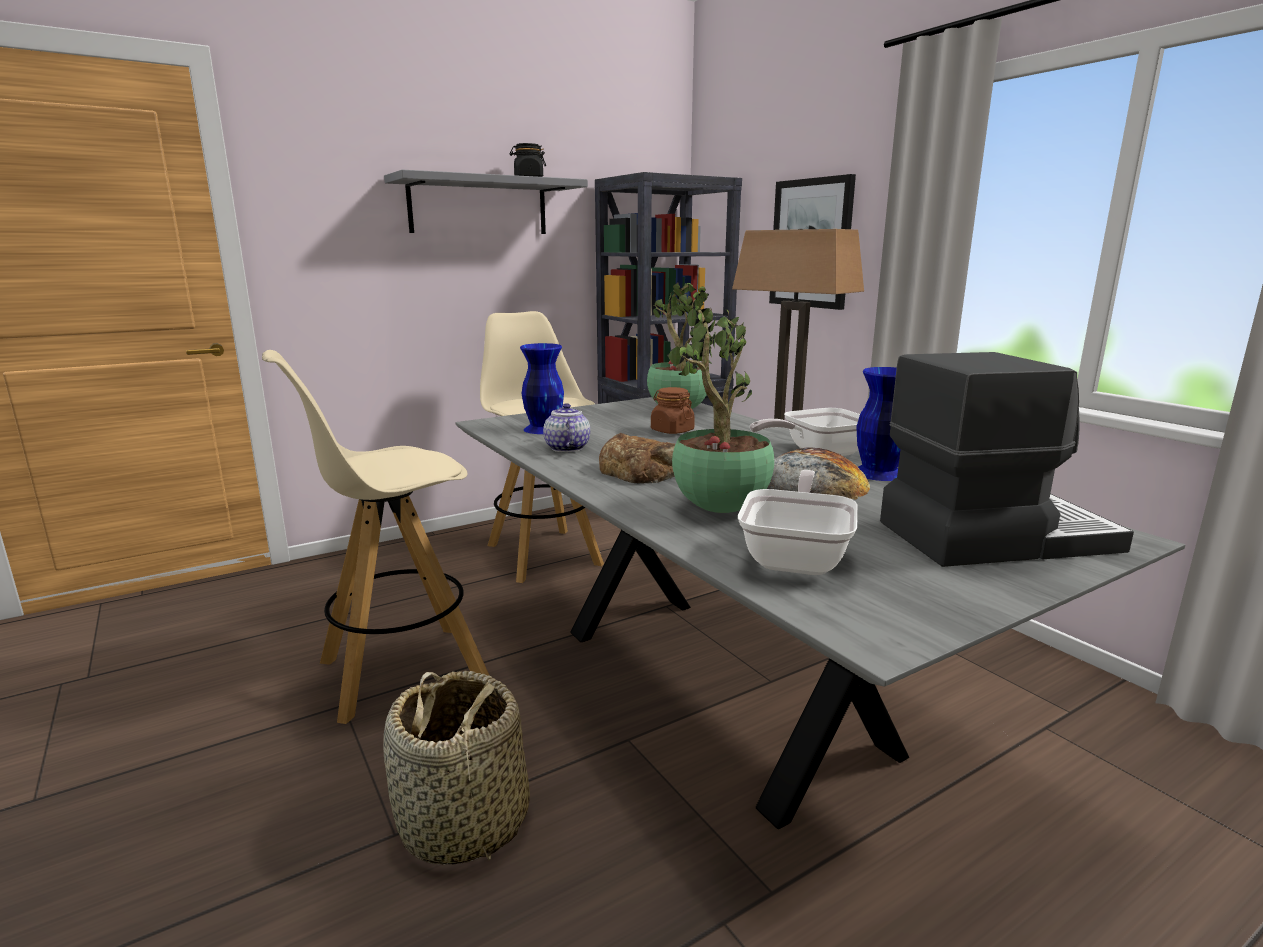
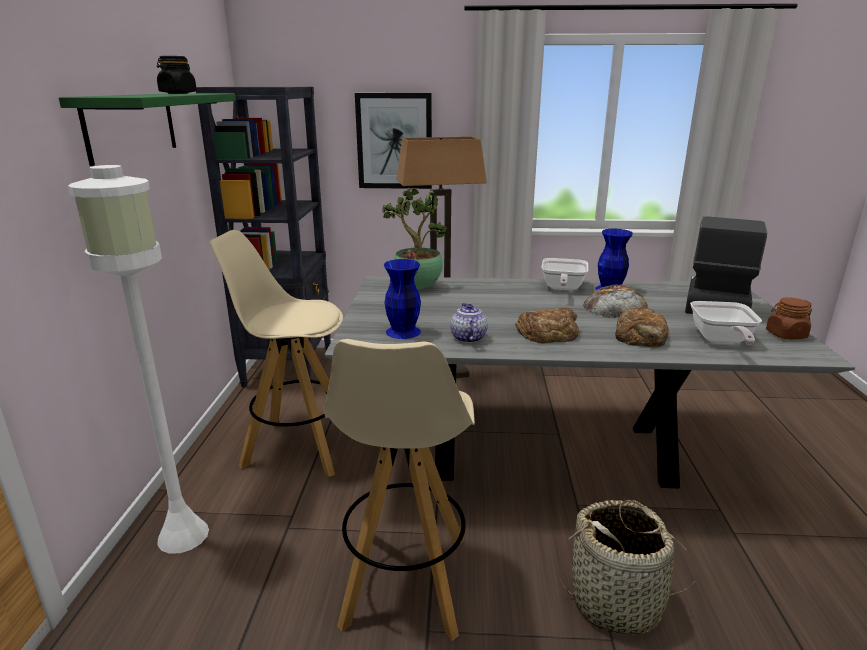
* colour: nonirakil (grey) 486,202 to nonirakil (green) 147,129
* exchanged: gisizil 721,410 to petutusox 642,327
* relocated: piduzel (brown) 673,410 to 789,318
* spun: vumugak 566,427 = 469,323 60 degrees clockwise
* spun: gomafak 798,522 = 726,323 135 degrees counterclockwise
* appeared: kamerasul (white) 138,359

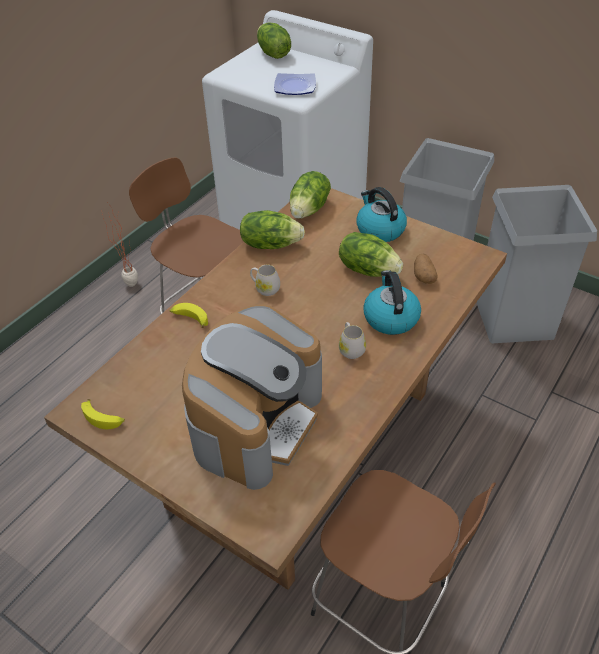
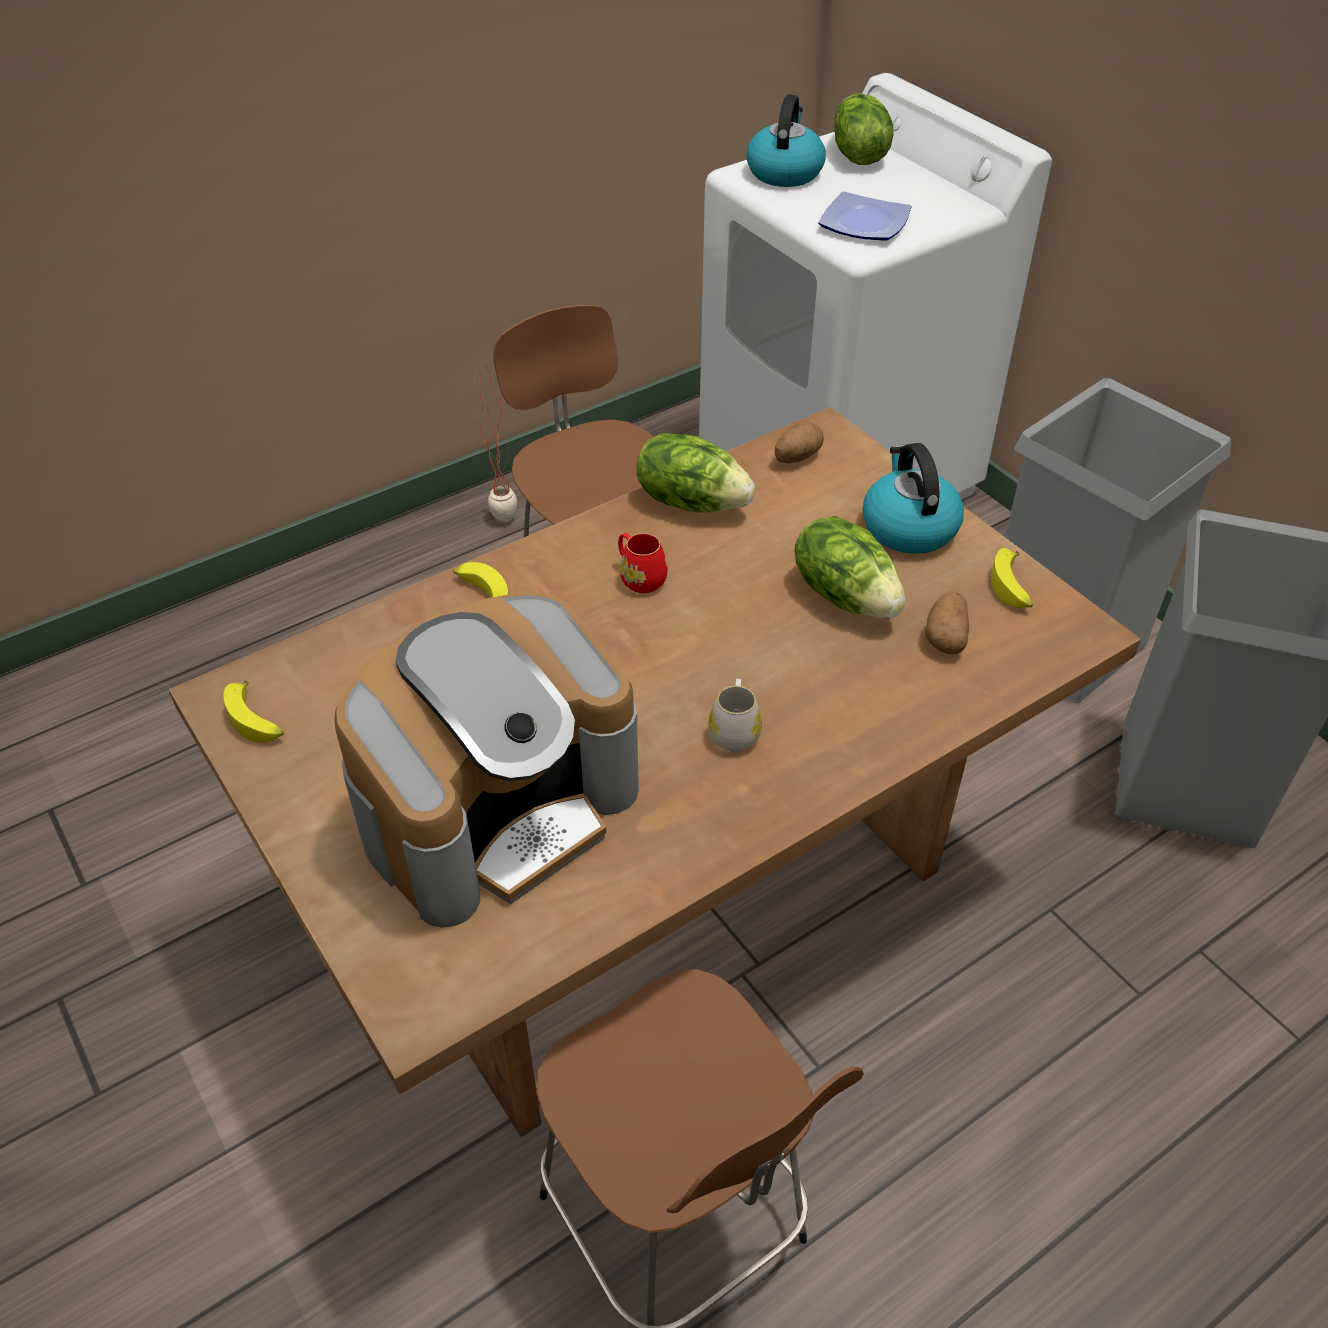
* exchanged: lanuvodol 310,195 to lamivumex 799,442
* colour: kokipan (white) 265,280 to kokipan (red) 643,563
* relocated: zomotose 392,302 to 786,140
* appeared: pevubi 1012,578

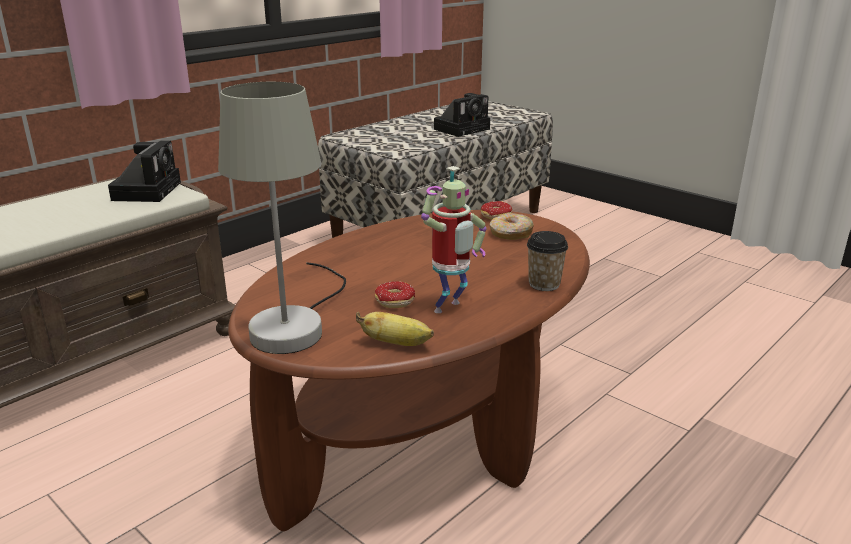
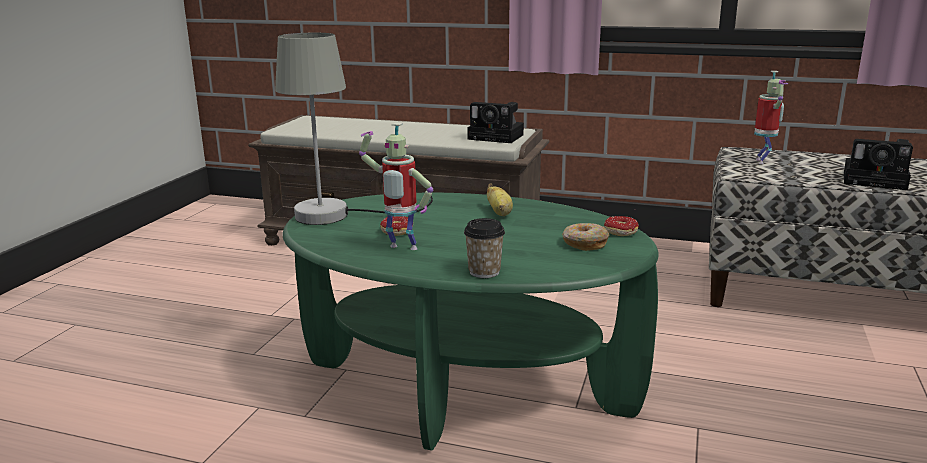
* spun: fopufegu 144,171 = 495,122 45 degrees clockwise
* colour: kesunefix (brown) 409,370 to kesunefix (green) 470,322
* relocated: pevubi 395,329 to 500,199
* appeared: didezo 771,118

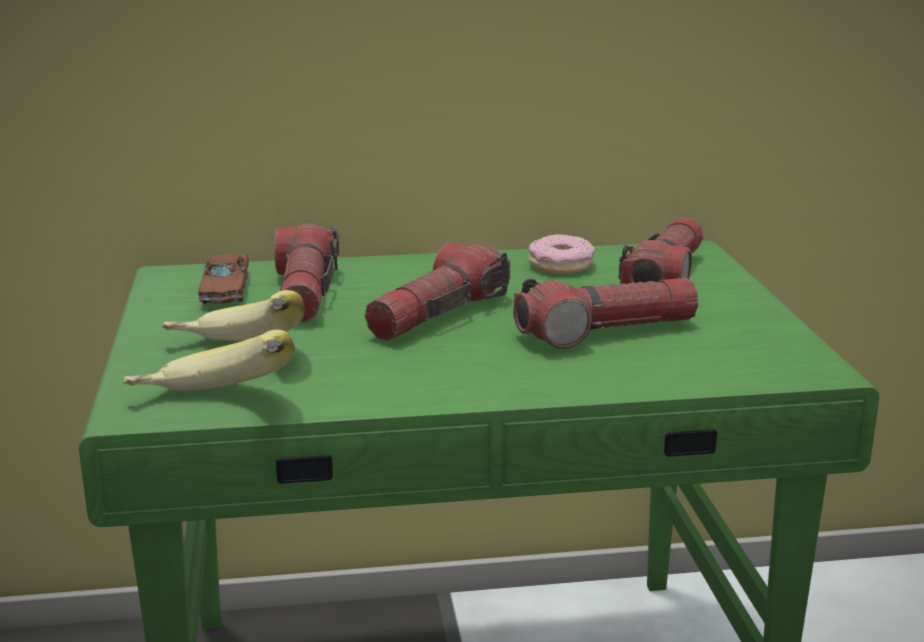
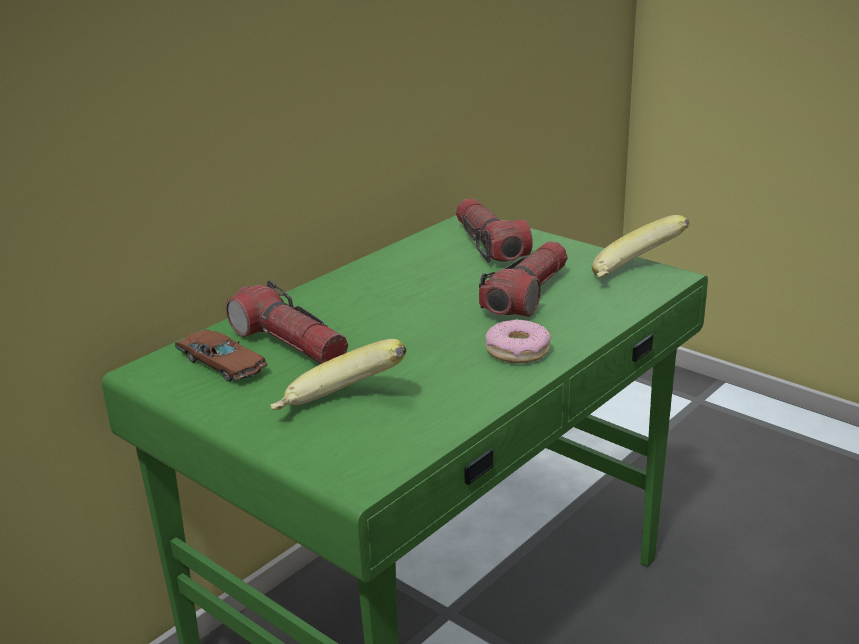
* relocated: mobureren 561,254 to 518,341
* missing: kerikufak 437,292
* relocated: pevubi 208,360 to 640,246

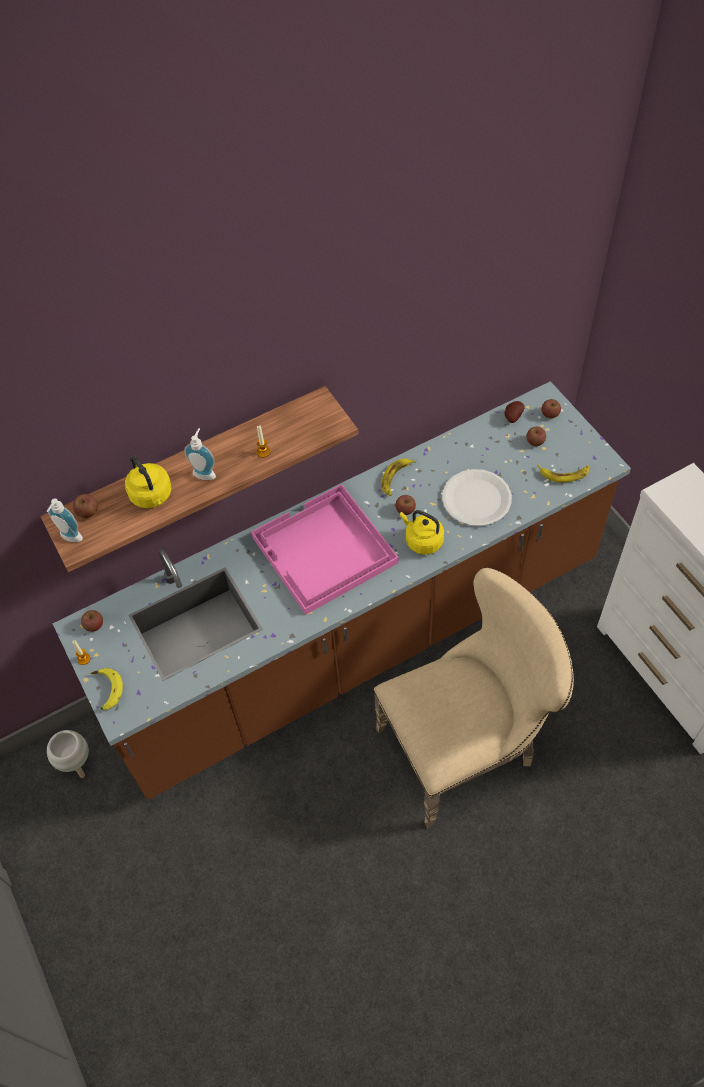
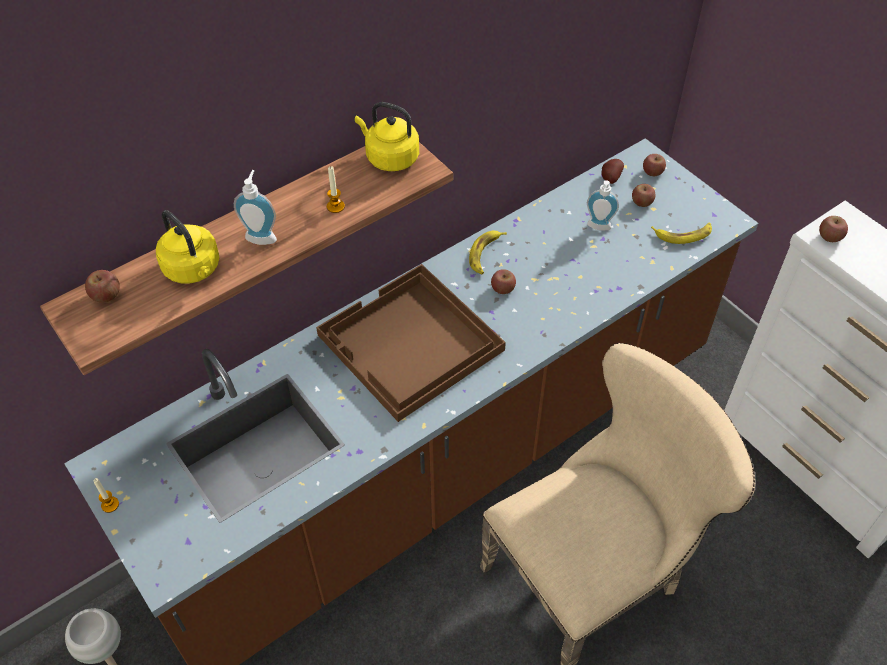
* missing: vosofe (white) 477,497
* colour: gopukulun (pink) 325,549 to gopukulun (brown) 411,343
* relocated: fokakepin 65,520 to 603,205
* relocated: zomotose (yellow) 422,532 to 387,136
* relocated: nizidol 92,621 to 833,229
* missing: pevubi 106,689

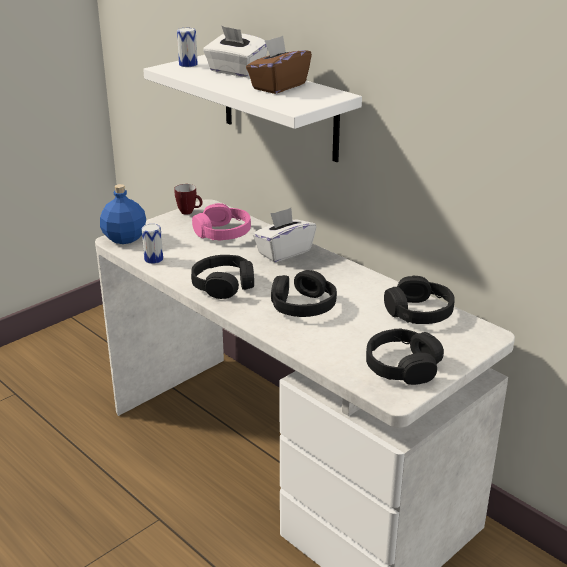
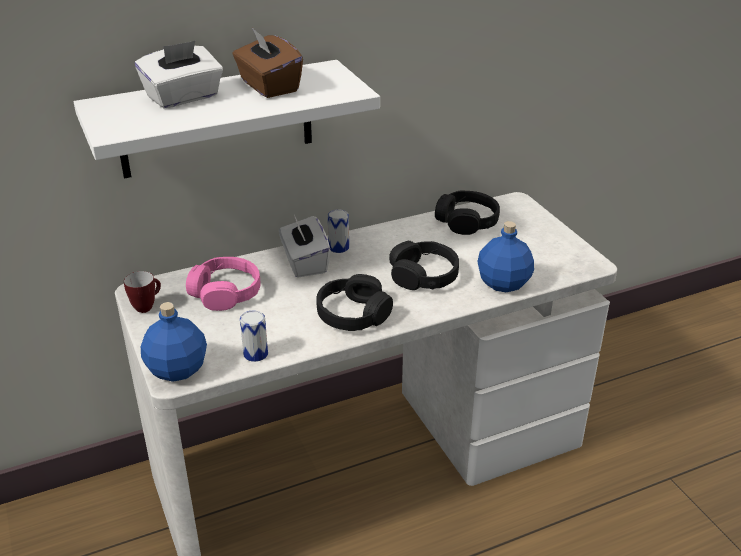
* relocated: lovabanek 187,47 to 338,231
* missing: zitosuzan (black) 405,357
* appeared: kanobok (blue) 505,256

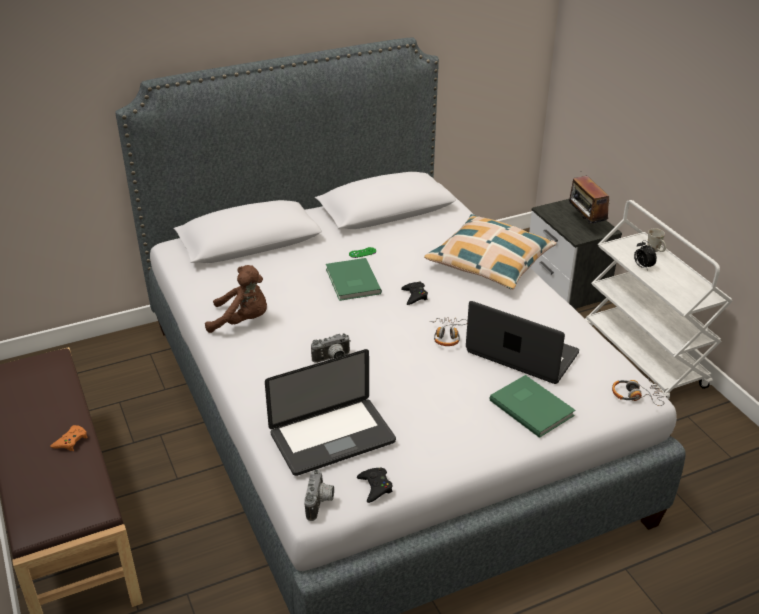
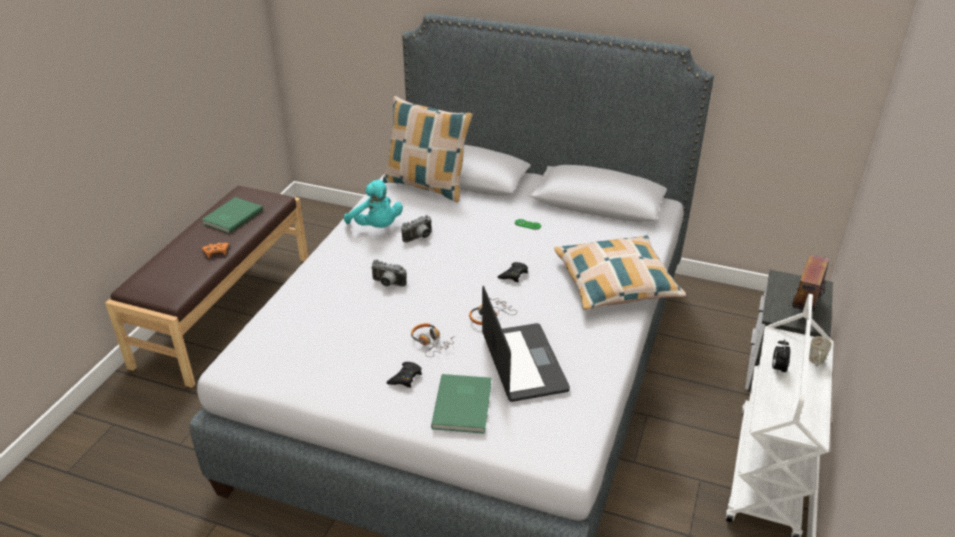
* relocated: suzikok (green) 354,279 to 232,215
* colour: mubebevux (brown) 236,299 to mubebevux (turquoise) 373,204
* missing: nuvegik 330,412
* relocated: zitosuzan 638,392 to 433,340
* relocated: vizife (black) 375,485 to 404,375
* relocated: fopufegu 319,495 to 416,229
* appeared: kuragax 428,149

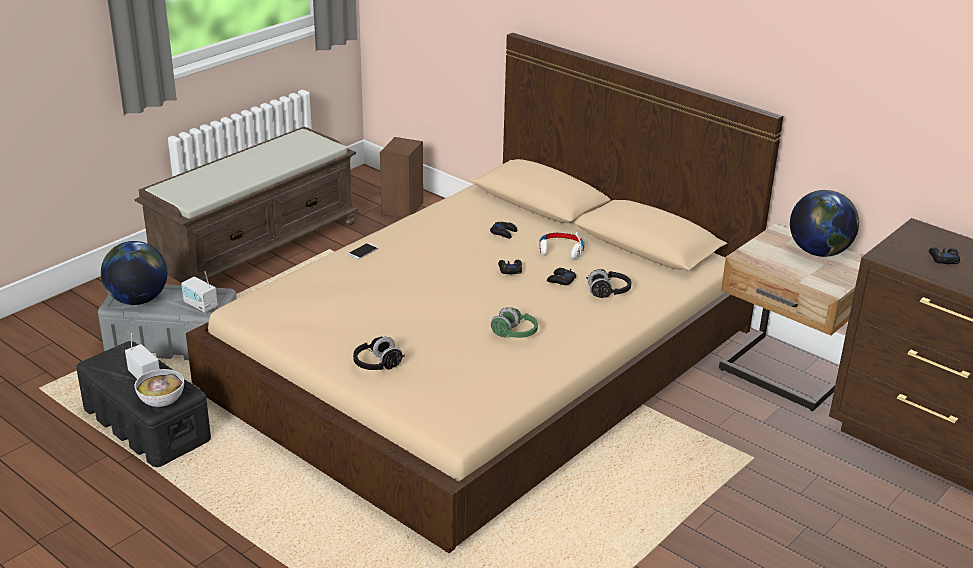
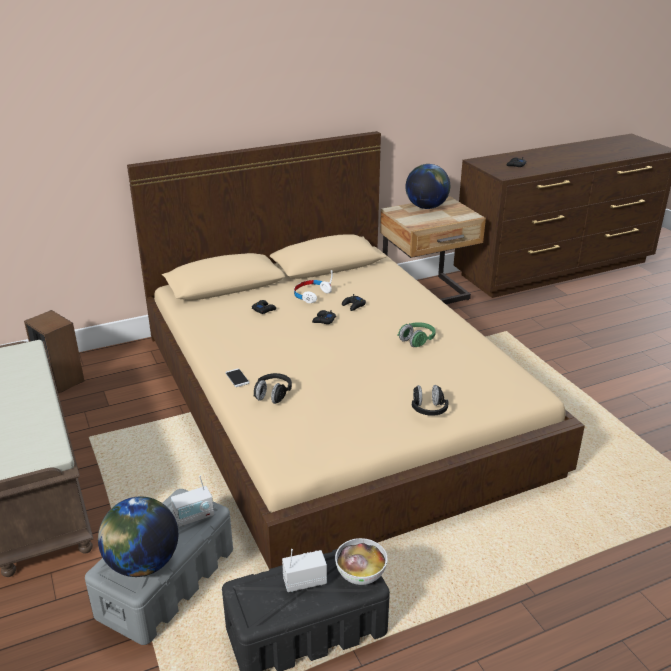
* relocated: zitosuzan (black) 608,283 to 272,388

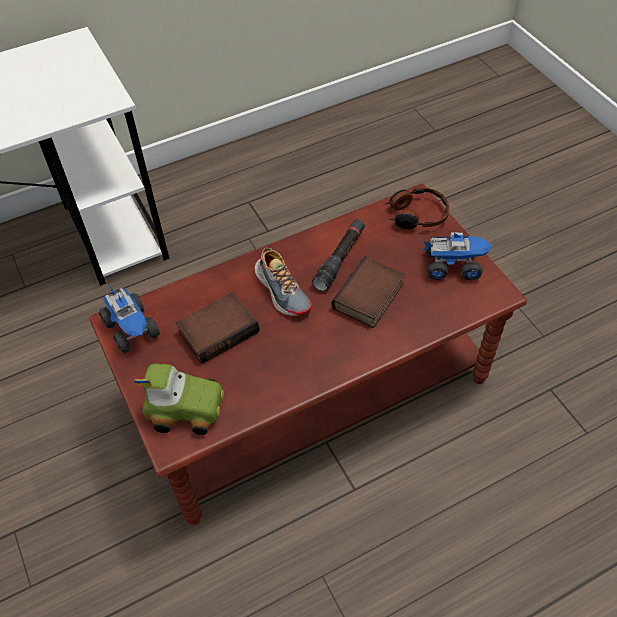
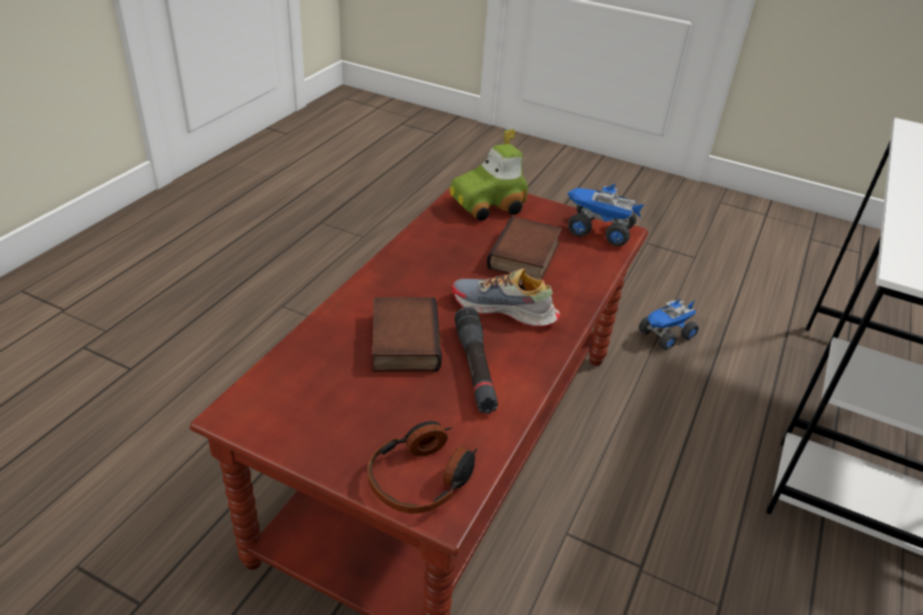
* relocated: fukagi 457,257 to 669,324

